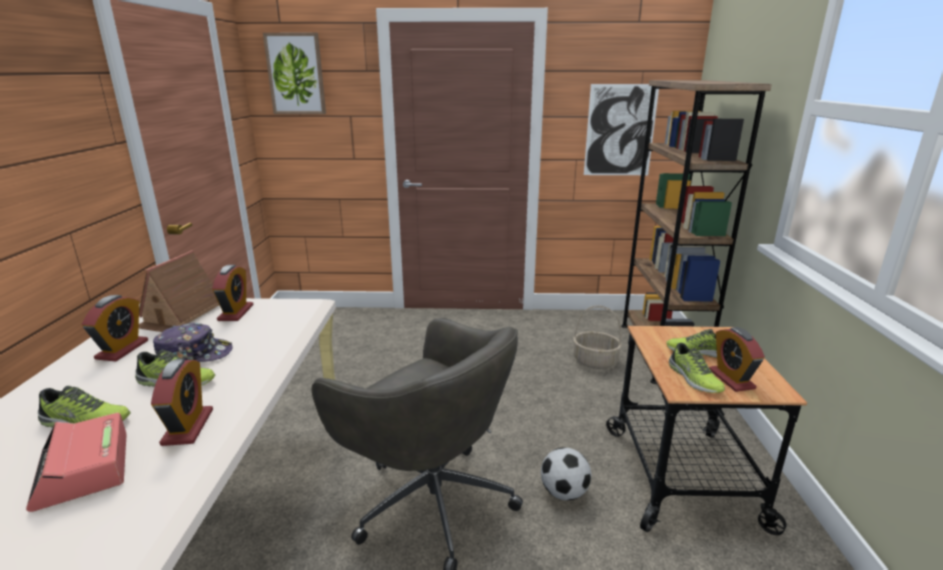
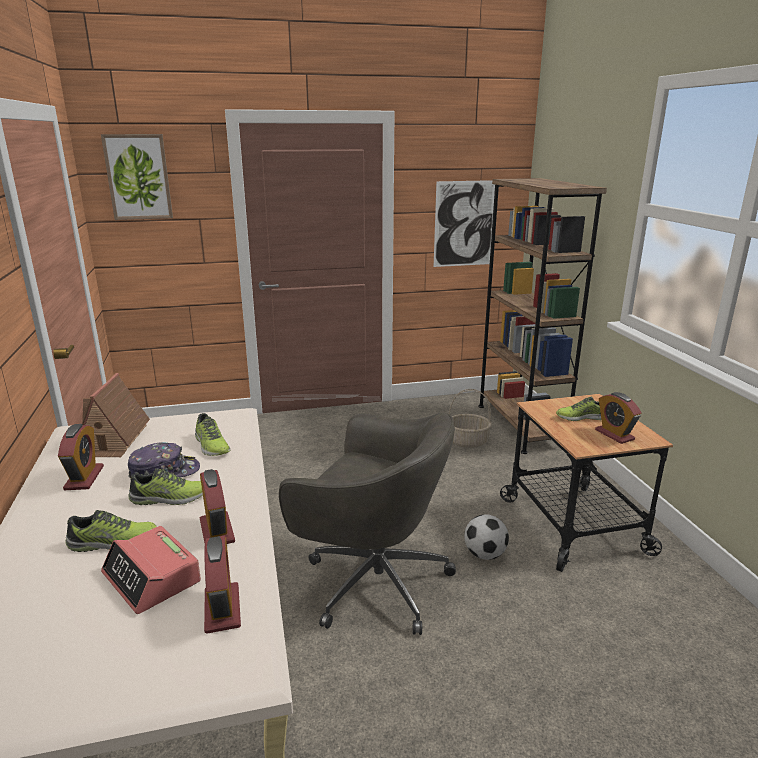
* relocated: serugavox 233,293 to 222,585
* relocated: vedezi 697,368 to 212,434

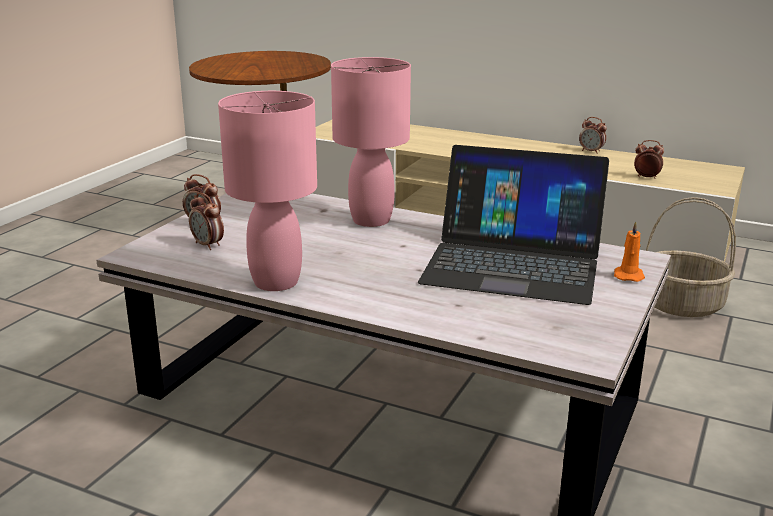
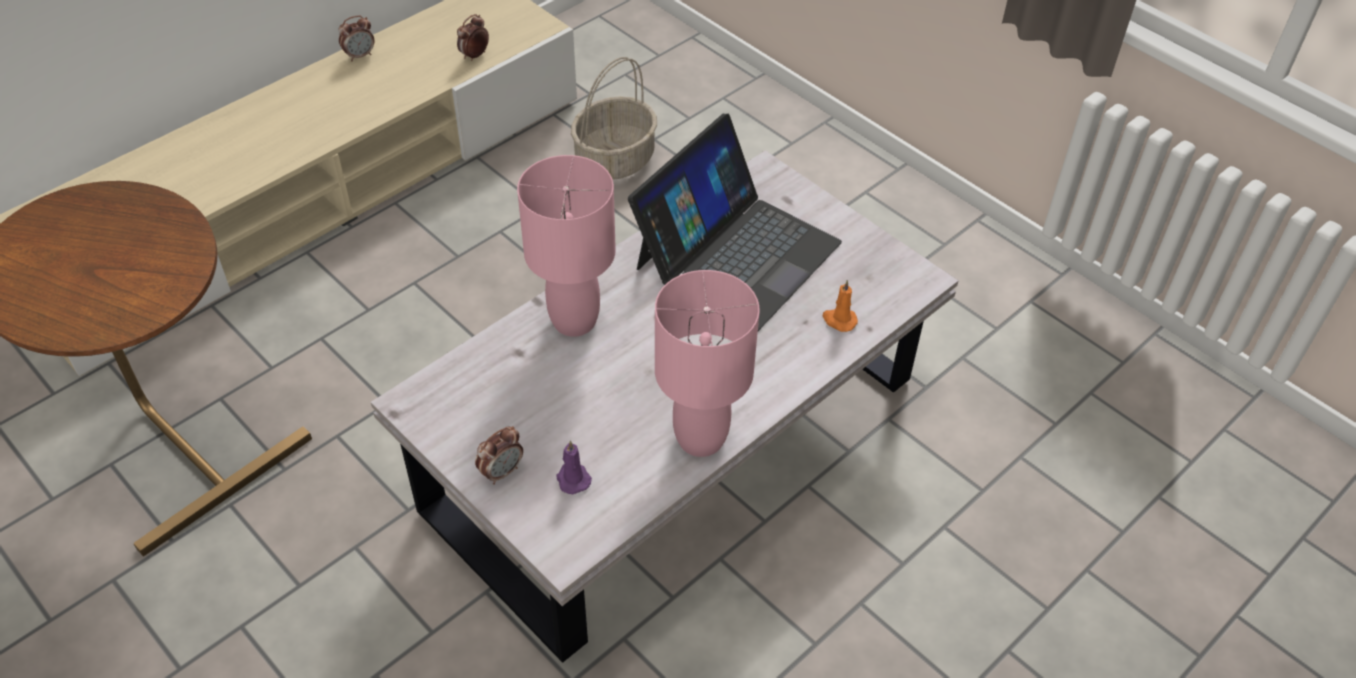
* exchanged: serugavox 206,221 to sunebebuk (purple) 574,467
* relocated: sunebebuk (orange) 629,251 to 840,306

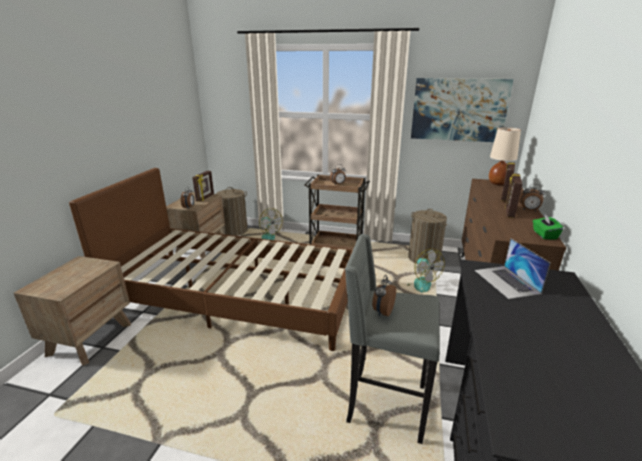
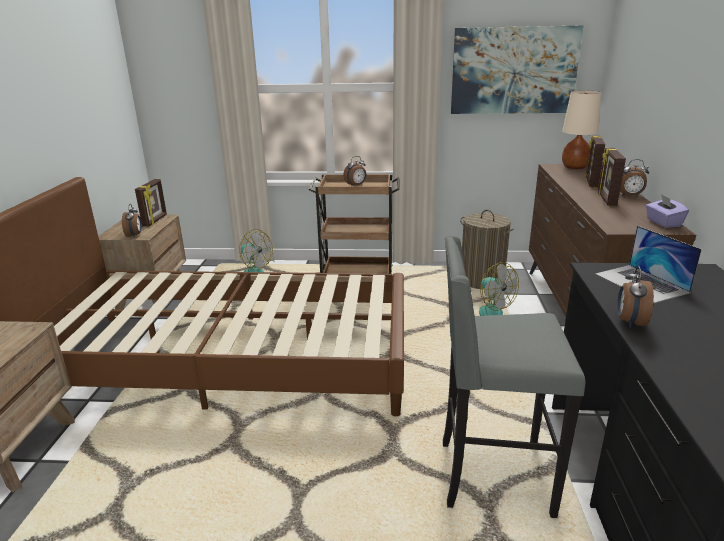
* missing: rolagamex 232,211
* colour: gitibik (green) 548,226 to gitibik (purple) 667,211
* relocated: serugavox 384,295 to 635,296

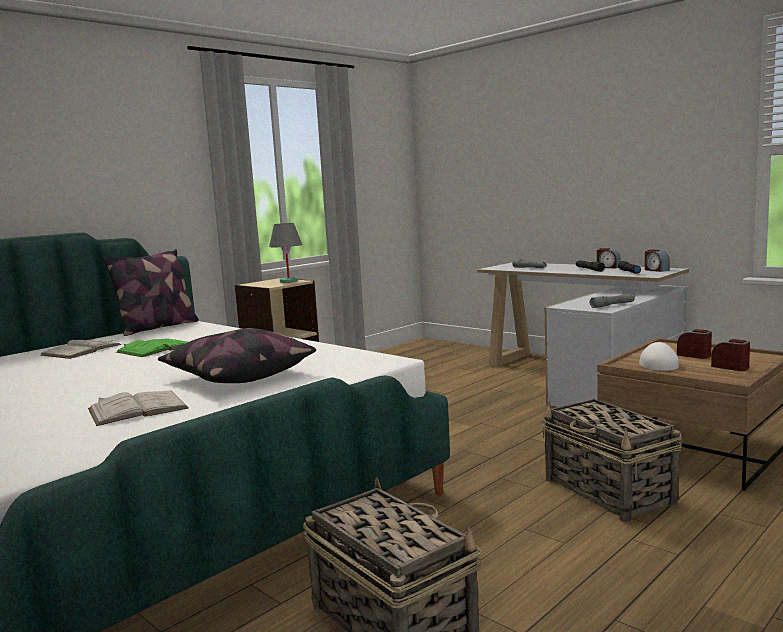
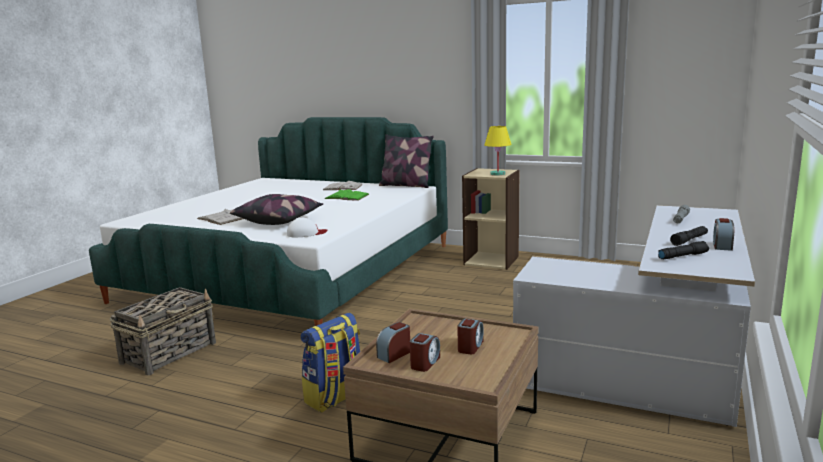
* colour: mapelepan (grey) 285,253 to mapelepan (yellow) 498,151
* relocated: serugavox 657,261 to 393,342
* missing: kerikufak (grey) 612,301
* relocated: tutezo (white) 659,356 to 307,227
* exchanged: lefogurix 611,460 to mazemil 330,363

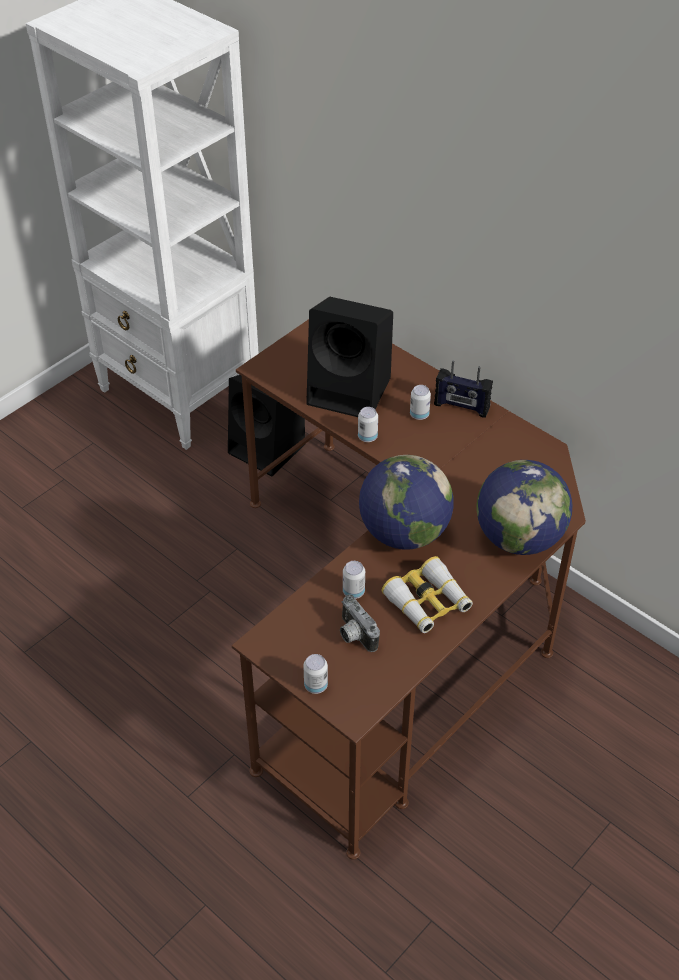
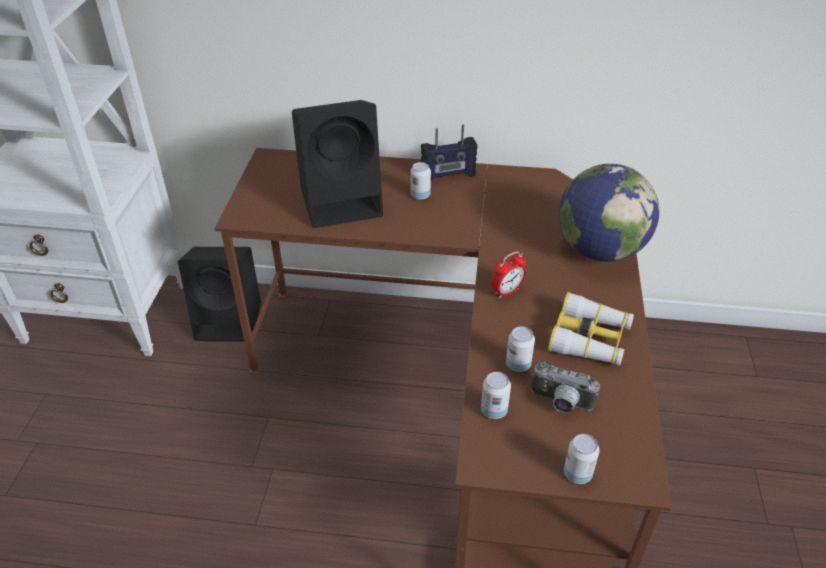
* relocated: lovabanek 368,424 to 496,395
* exchanged: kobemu 406,502 to serugavox 509,275

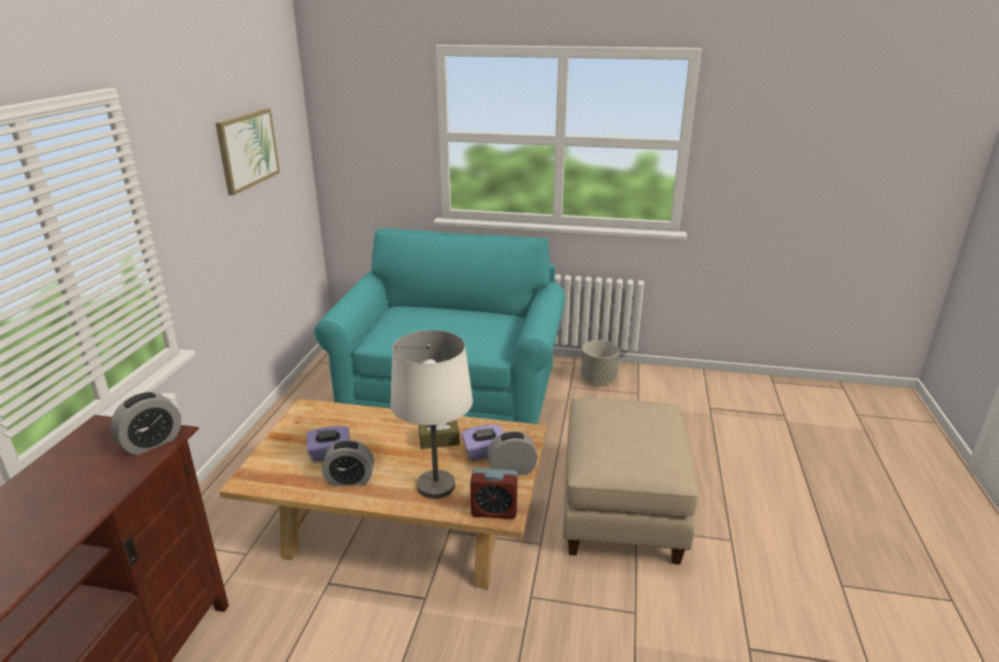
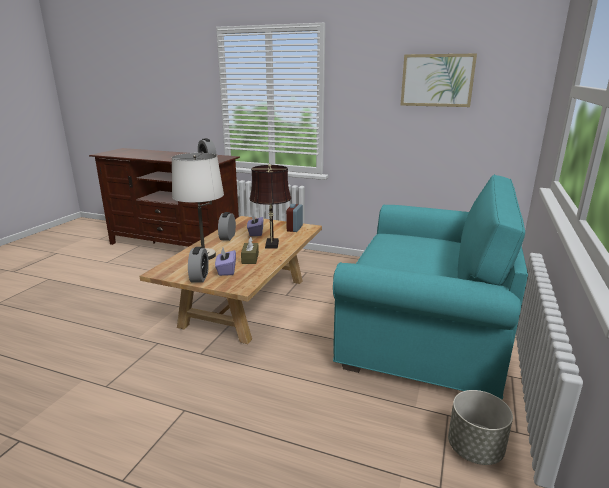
* missing: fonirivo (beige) 630,481
* relocated: serugavox 494,493 to 294,218
* appeared: mapelepan (brown) 270,206

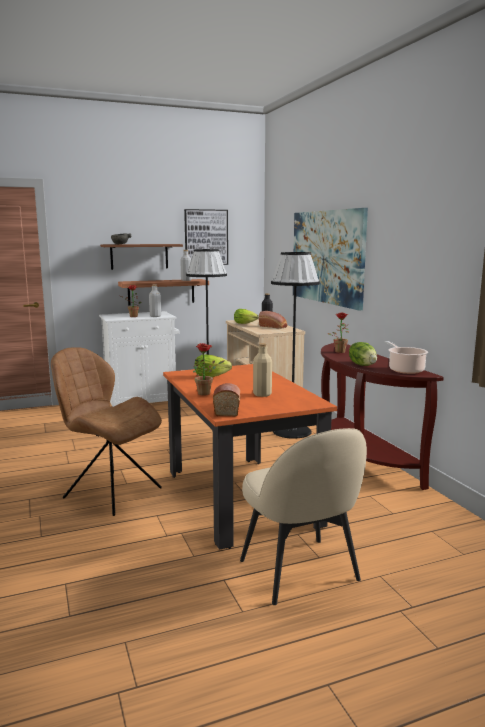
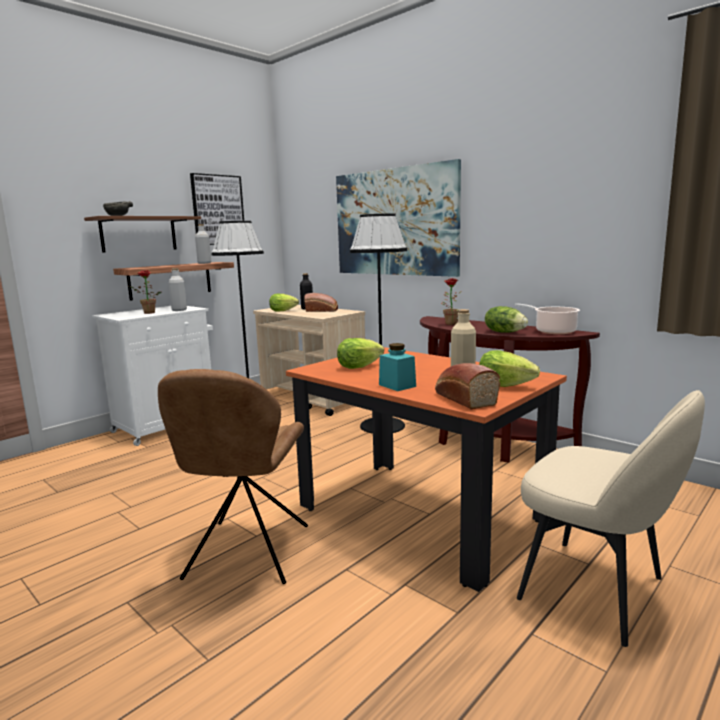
* exchanged: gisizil 209,369 to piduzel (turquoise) 397,367
* spun: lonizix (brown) 106,431 = 233,476 90 degrees counterclockwise
* appeared: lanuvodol 509,368

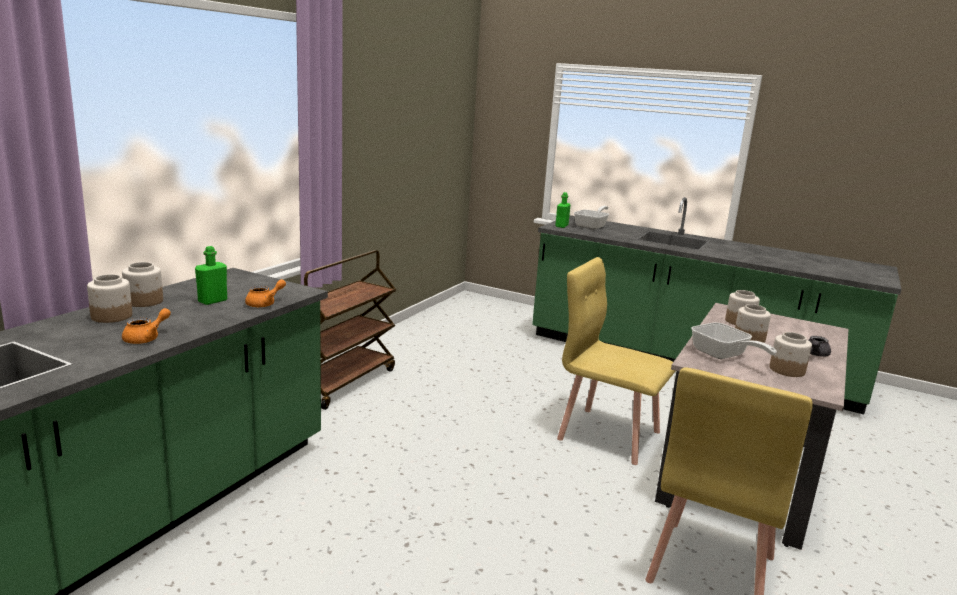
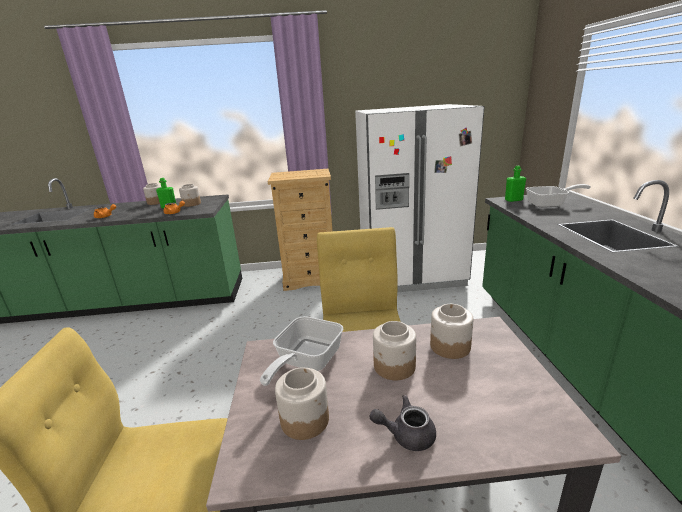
* exchanged: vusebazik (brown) 350,330 to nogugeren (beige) 300,230
* relocated: piduzel 109,298 to 190,195
* appeared: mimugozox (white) 420,198

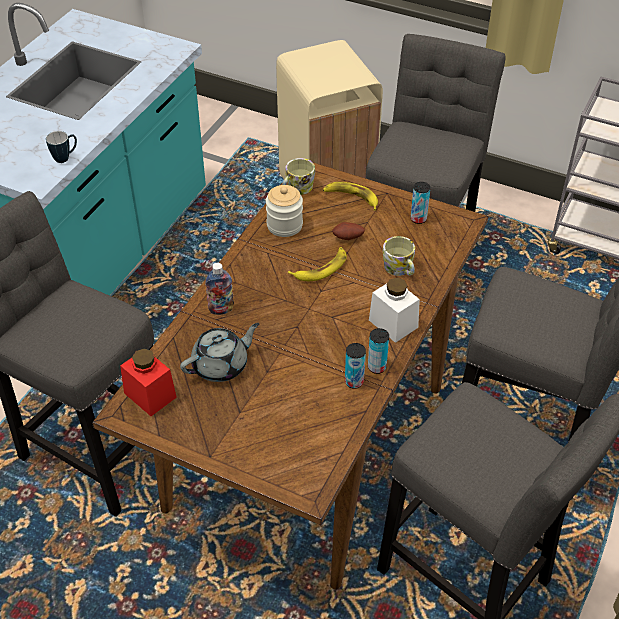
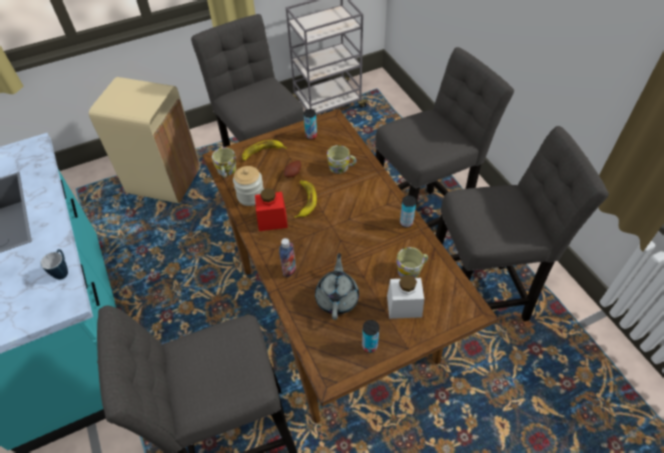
* relocated: piduzel (white) 394,310 to 405,297
* relocated: lovabanek 355,366 to 370,336
* relocated: piduzel (red) 148,382 to 271,209
* appeared: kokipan 412,262

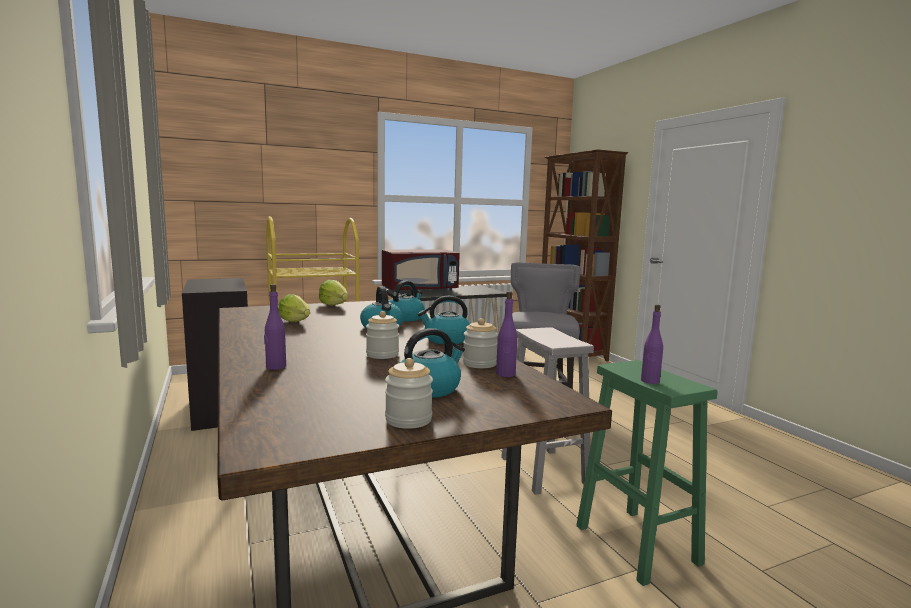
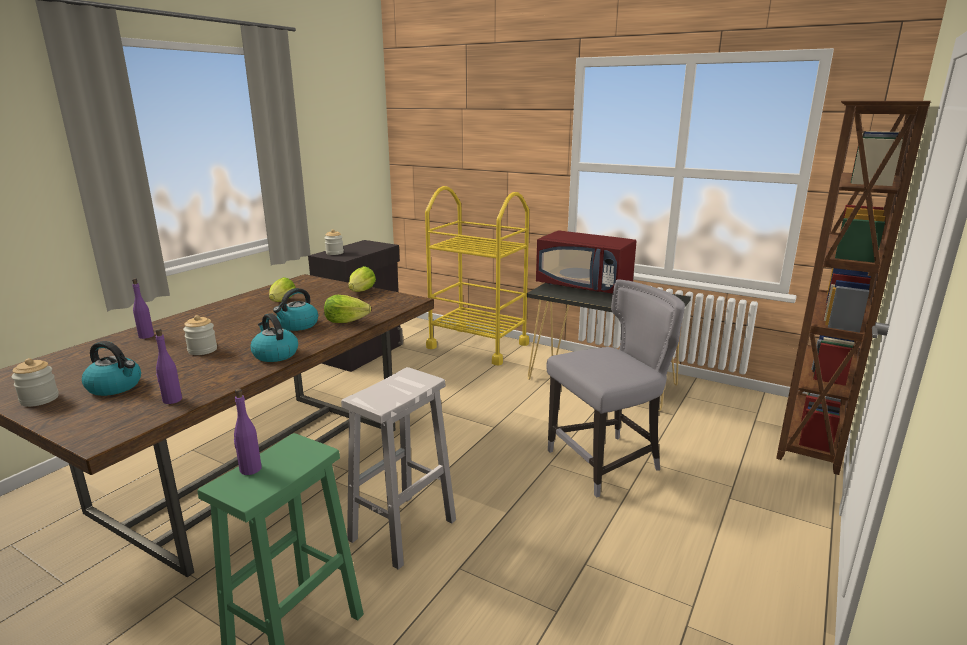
* exchanged: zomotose 406,301 to lanuvodol 347,309
* relocated: piduzel 480,343 to 334,242

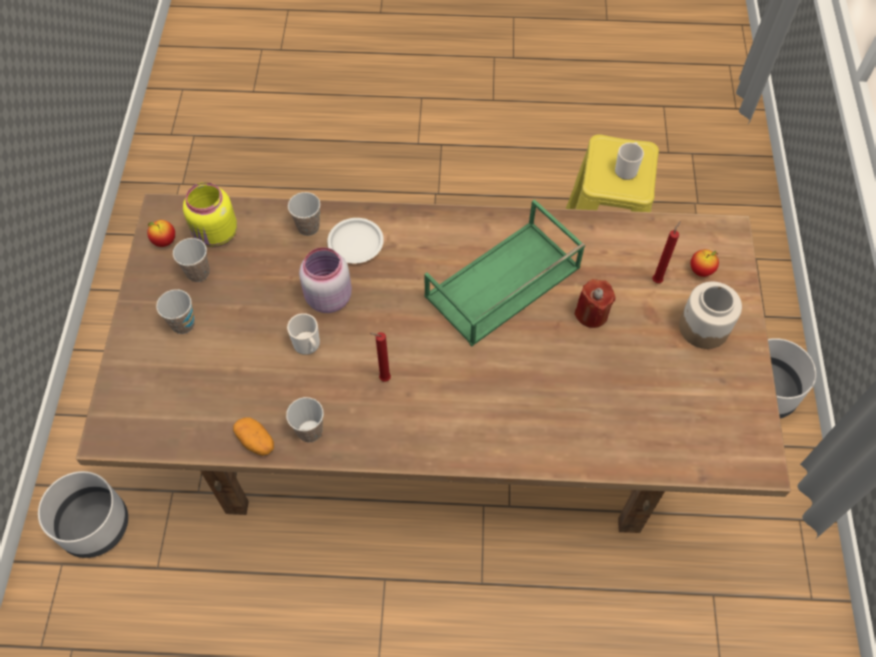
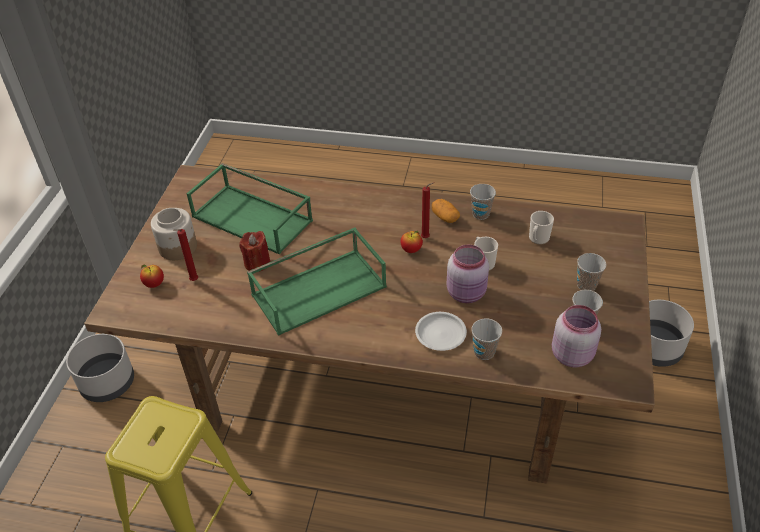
* relocated: kokipan 629,161 to 541,228
* colour: piduzel (yellow) 210,214 to piduzel (pink) 576,336
* relocated: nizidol 161,233 to 412,242
* relocated: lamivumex 253,436 to 446,211
* appeared: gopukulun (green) 249,209

